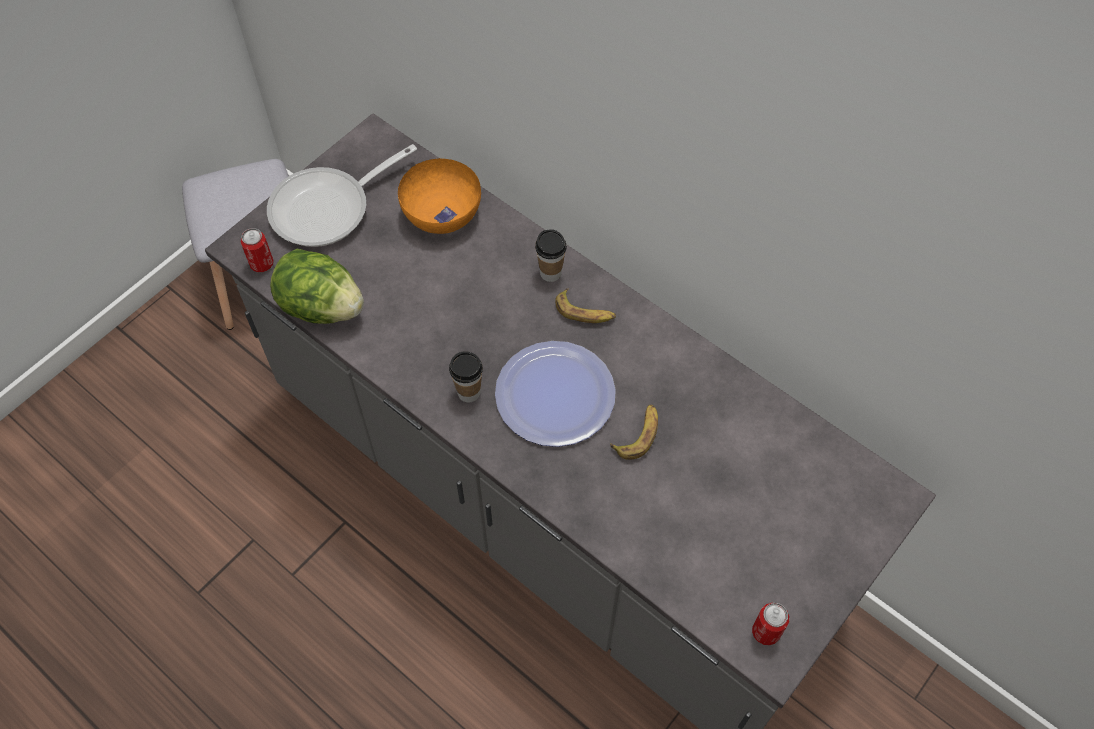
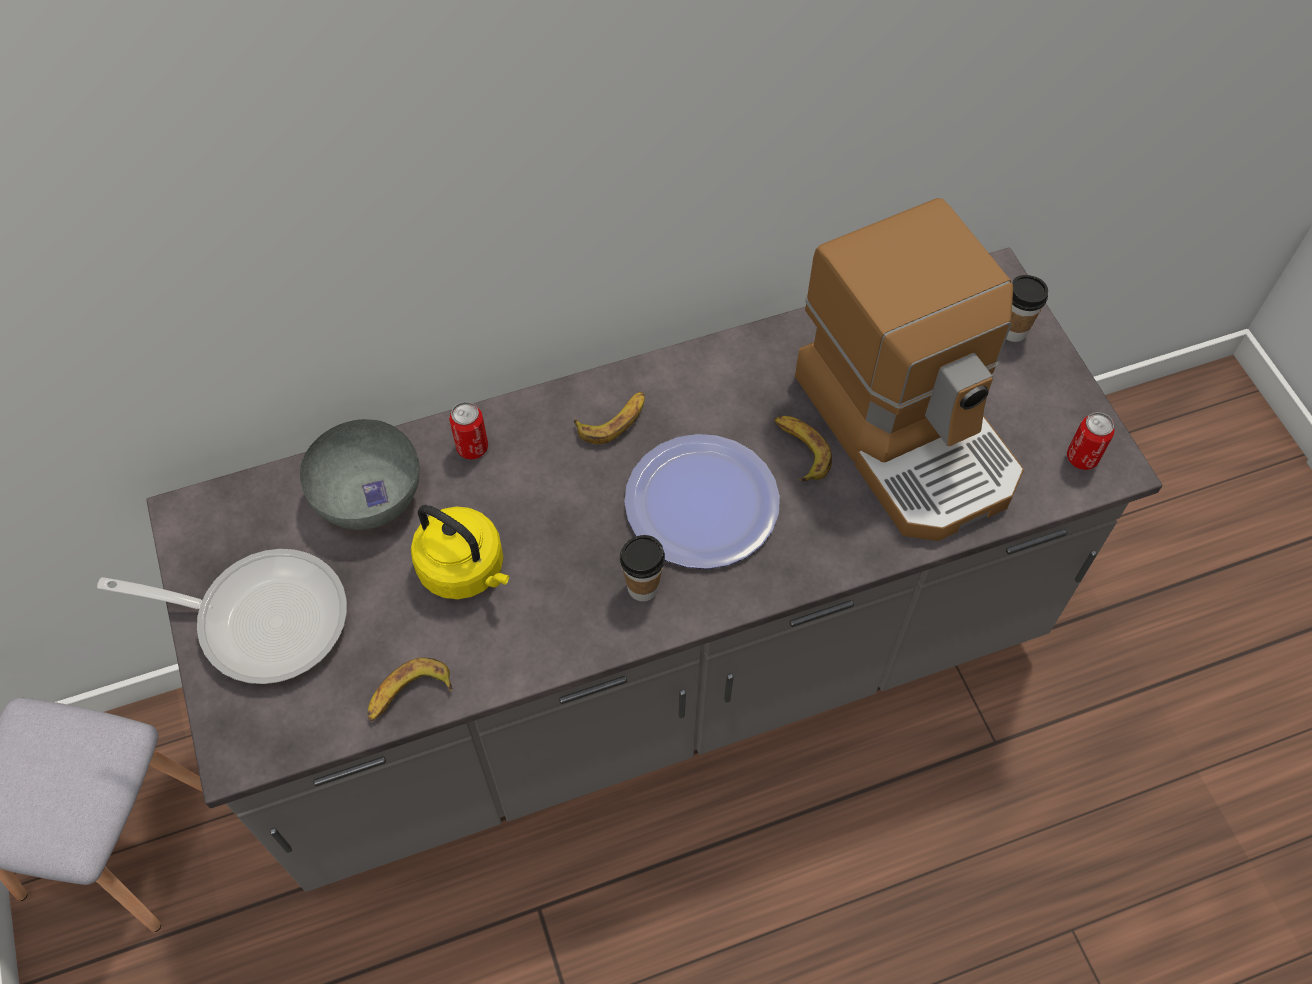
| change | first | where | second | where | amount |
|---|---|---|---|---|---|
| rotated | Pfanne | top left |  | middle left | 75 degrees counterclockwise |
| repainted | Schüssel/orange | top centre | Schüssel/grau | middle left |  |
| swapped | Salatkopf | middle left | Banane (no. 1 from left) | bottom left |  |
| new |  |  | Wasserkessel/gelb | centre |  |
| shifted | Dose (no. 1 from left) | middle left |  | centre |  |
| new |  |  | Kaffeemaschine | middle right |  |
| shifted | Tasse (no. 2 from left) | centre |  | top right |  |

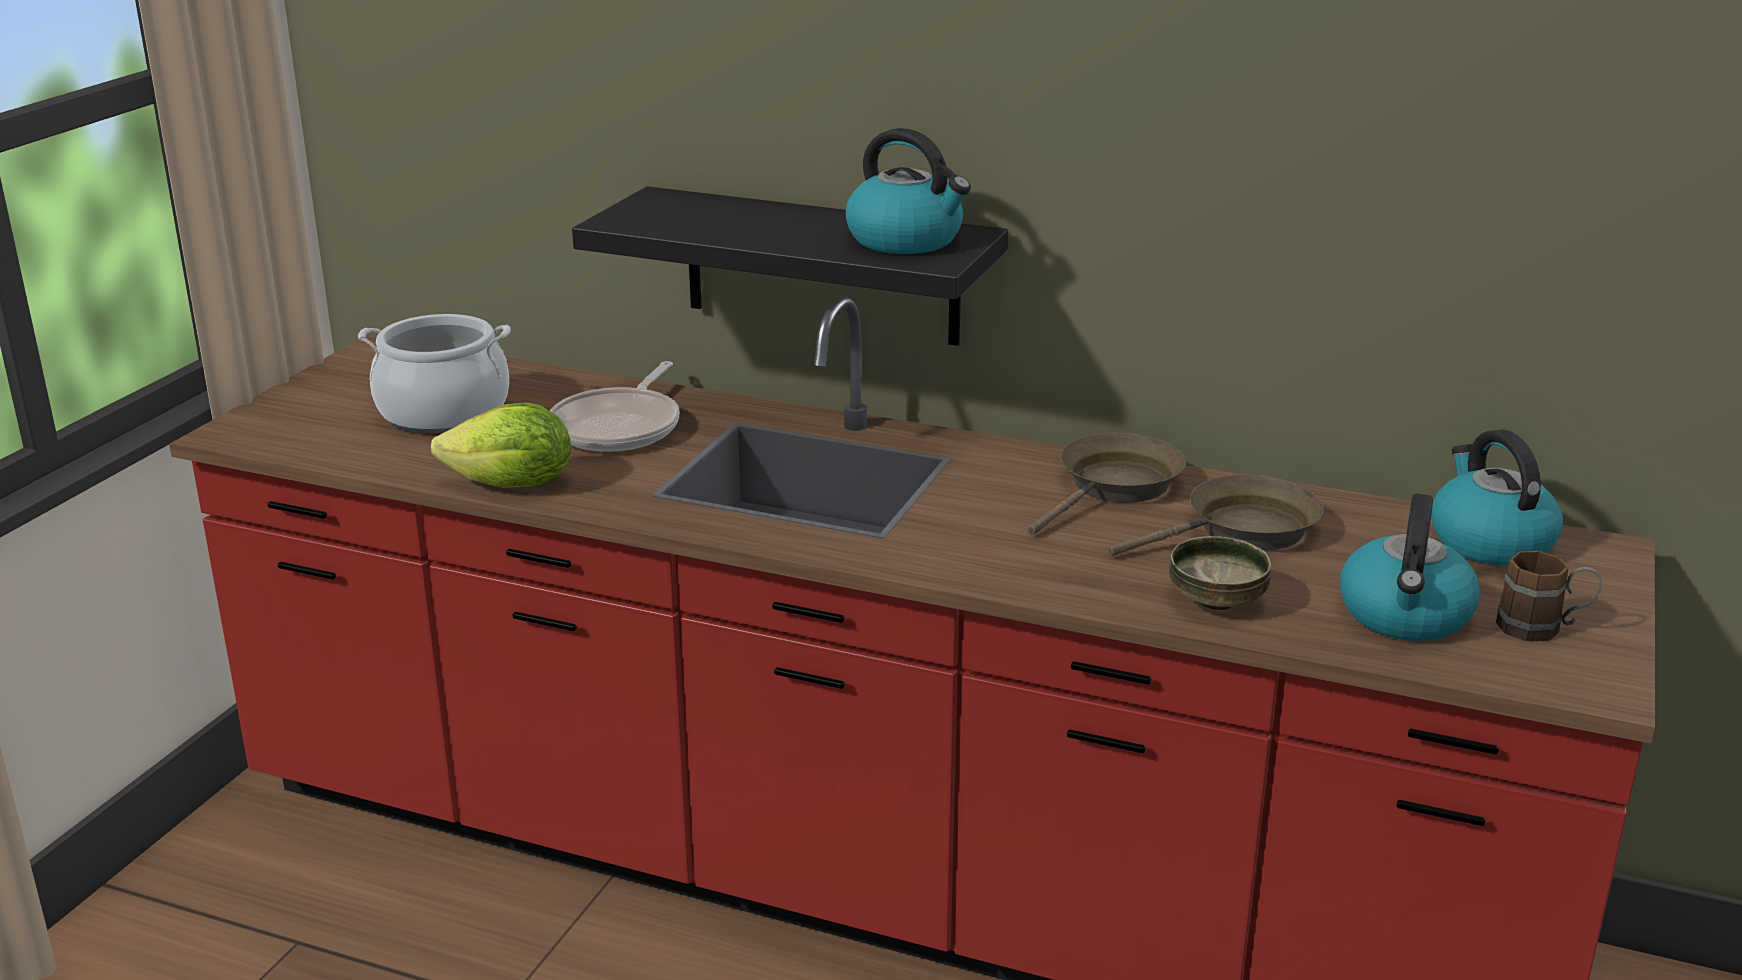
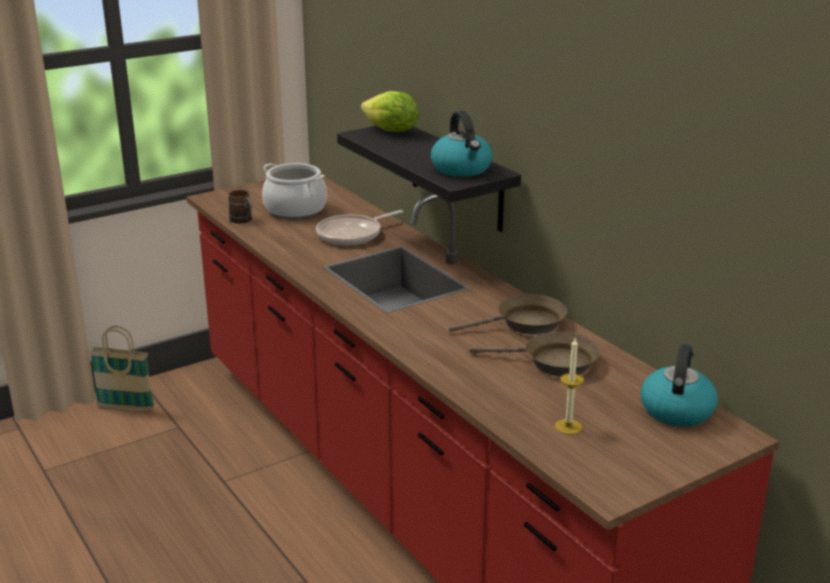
| change | first | where | second | where | amount |
|---|---|---|---|---|---|
| new |  |  | Korb | middle left |  |
| shifted | Henkelbecher/braun | middle right |  | middle left |  |
| shifted | Salatkopf | middle left |  | top centre |  |
| swapped | Wasserkessel (no. 2 from left) | middle right | Kerze | middle right |  |
| gone | Schüssel | middle right |  |  |  |

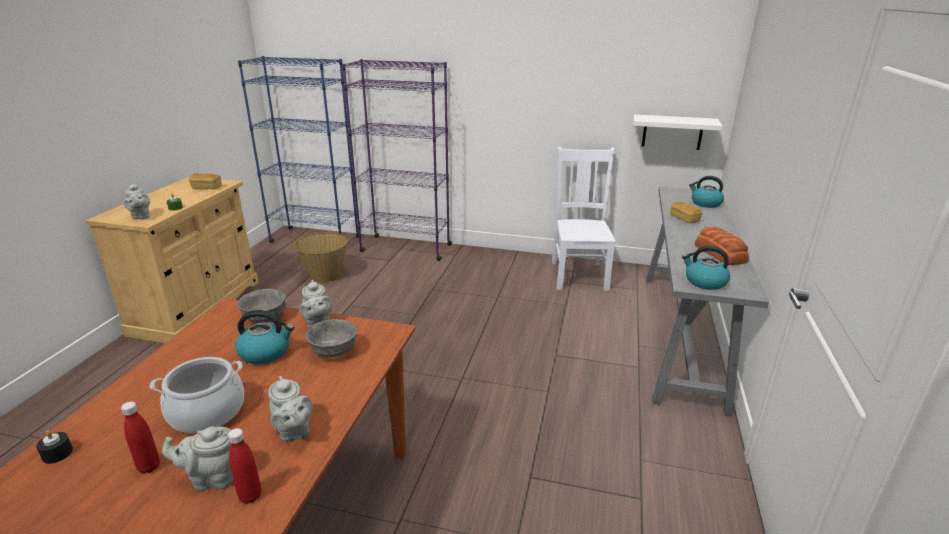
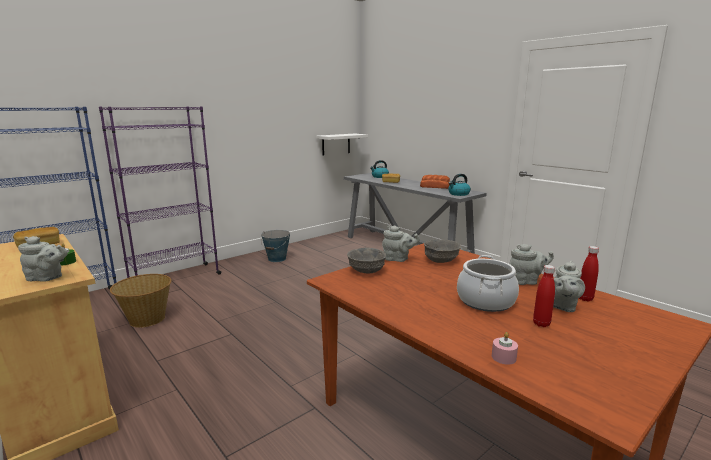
| change | first | where | second | where | amount |
|---|---|---|---|---|---|
| new |  |  | Eimer | centre |  |
| repainted | Kerze/schwarz | bottom left | Kerze/rosa | bottom right |  |
| gone | Wasserkessel (no. 1 from left) | middle left |  |  |  |
| gone | Stuhl/weiß | centre |  |  |  |

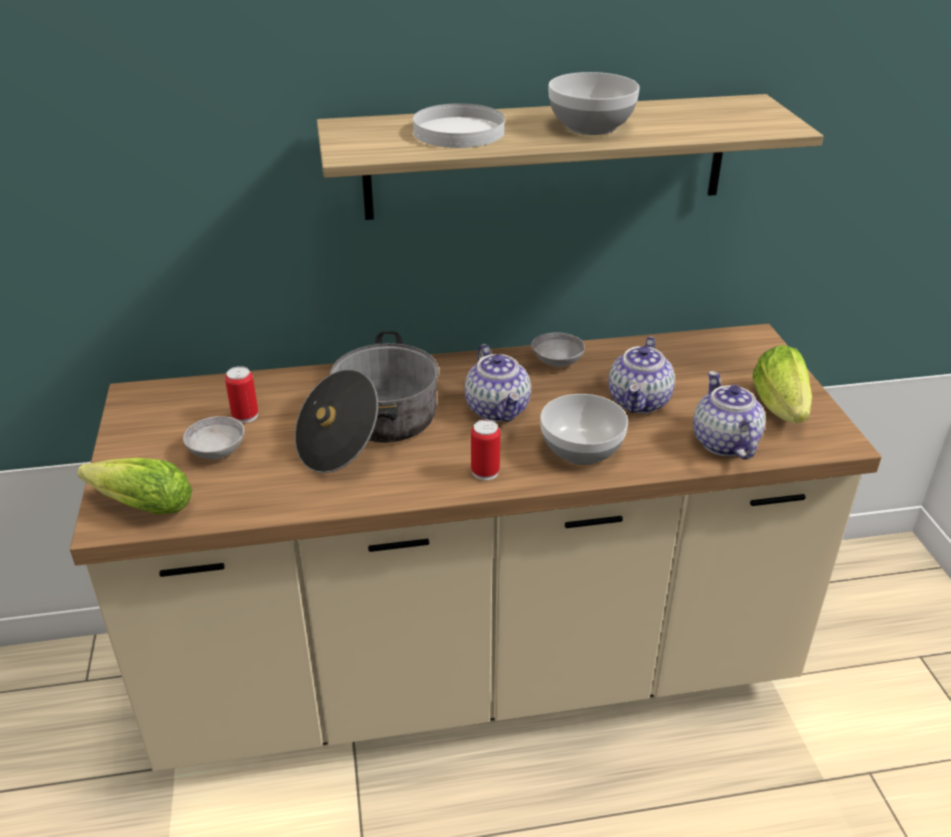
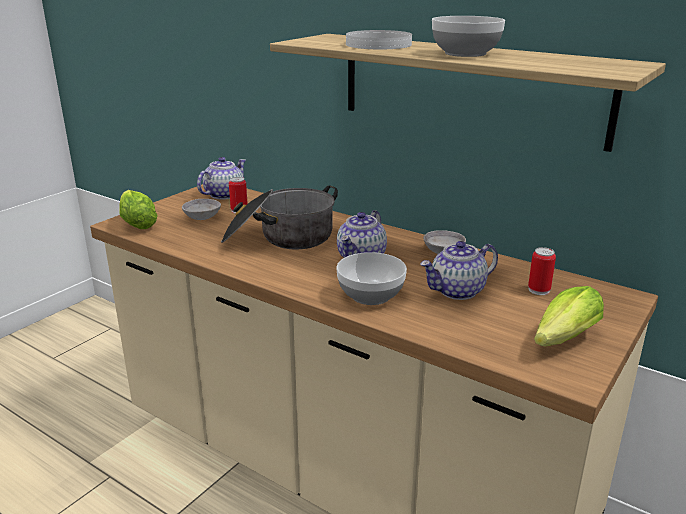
| change | first | where | second | where | amount |
|---|---|---|---|---|---|
| shifted | Teekanne (no. 3 from left in the first image) | middle right | Teekanne (no. 1 from left) | middle left |  |
| shifted | Dose (no. 2 from left) | centre |  | middle right |  |

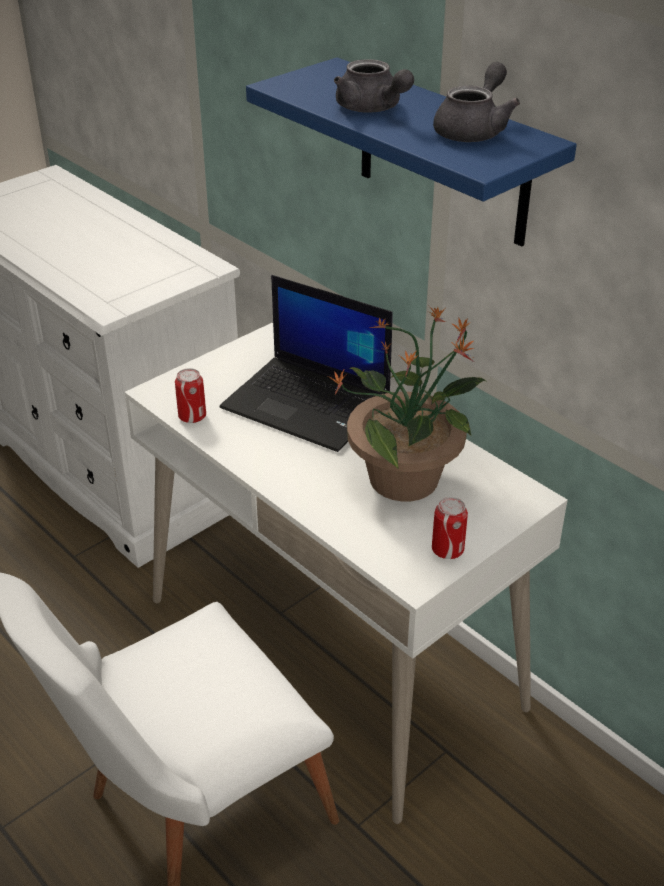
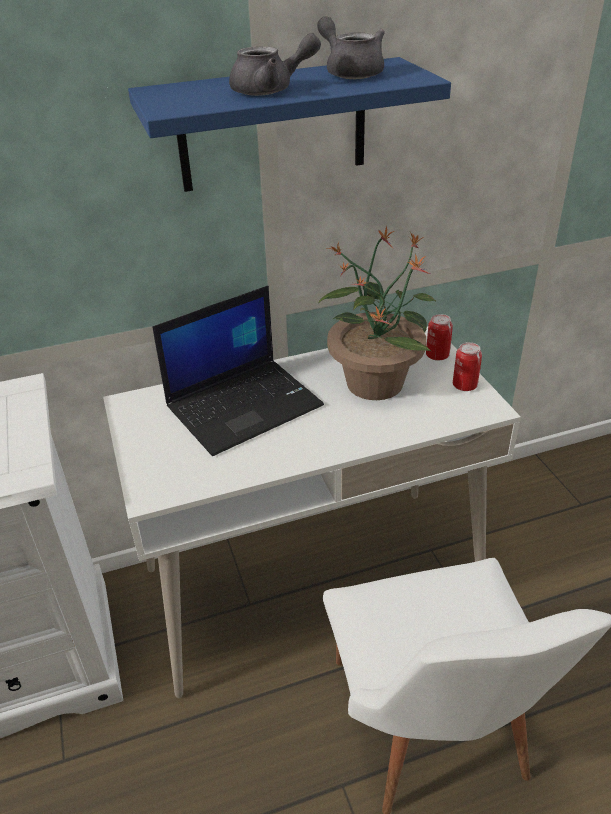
| change | first | where | second | where | amount |
|---|---|---|---|---|---|
| shifted | Dose (no. 1 from left) | middle left |  | middle right |  |

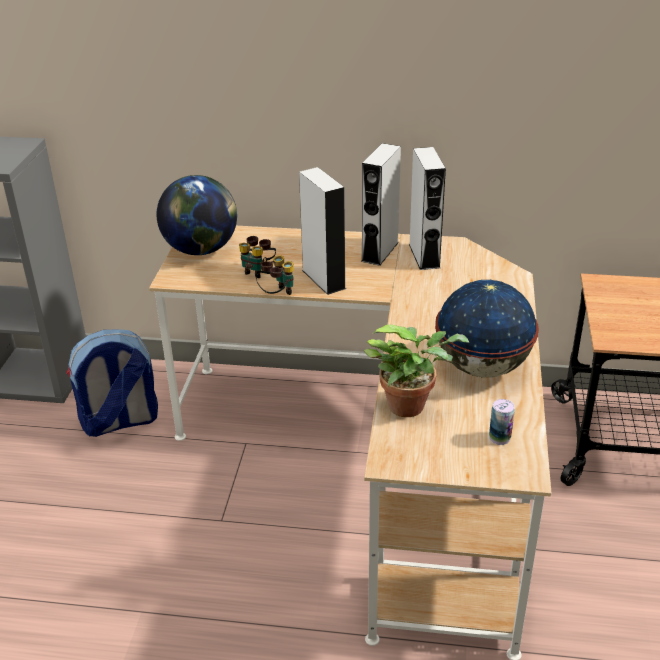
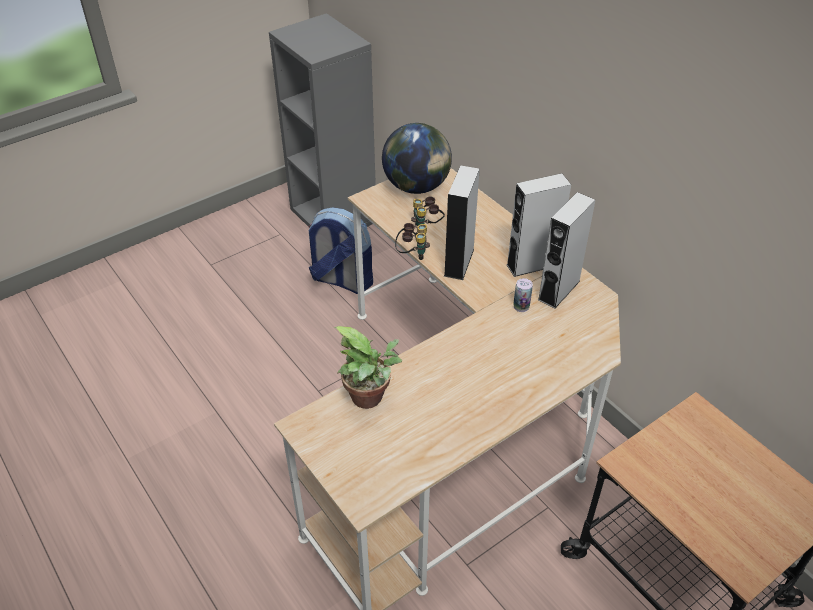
| change | first | where | second | where | amount |
|---|---|---|---|---|---|
| shifted | Dose | middle right |  | centre |  |
| gone | Globus (no. 2 from left) | middle right |  |  |  |

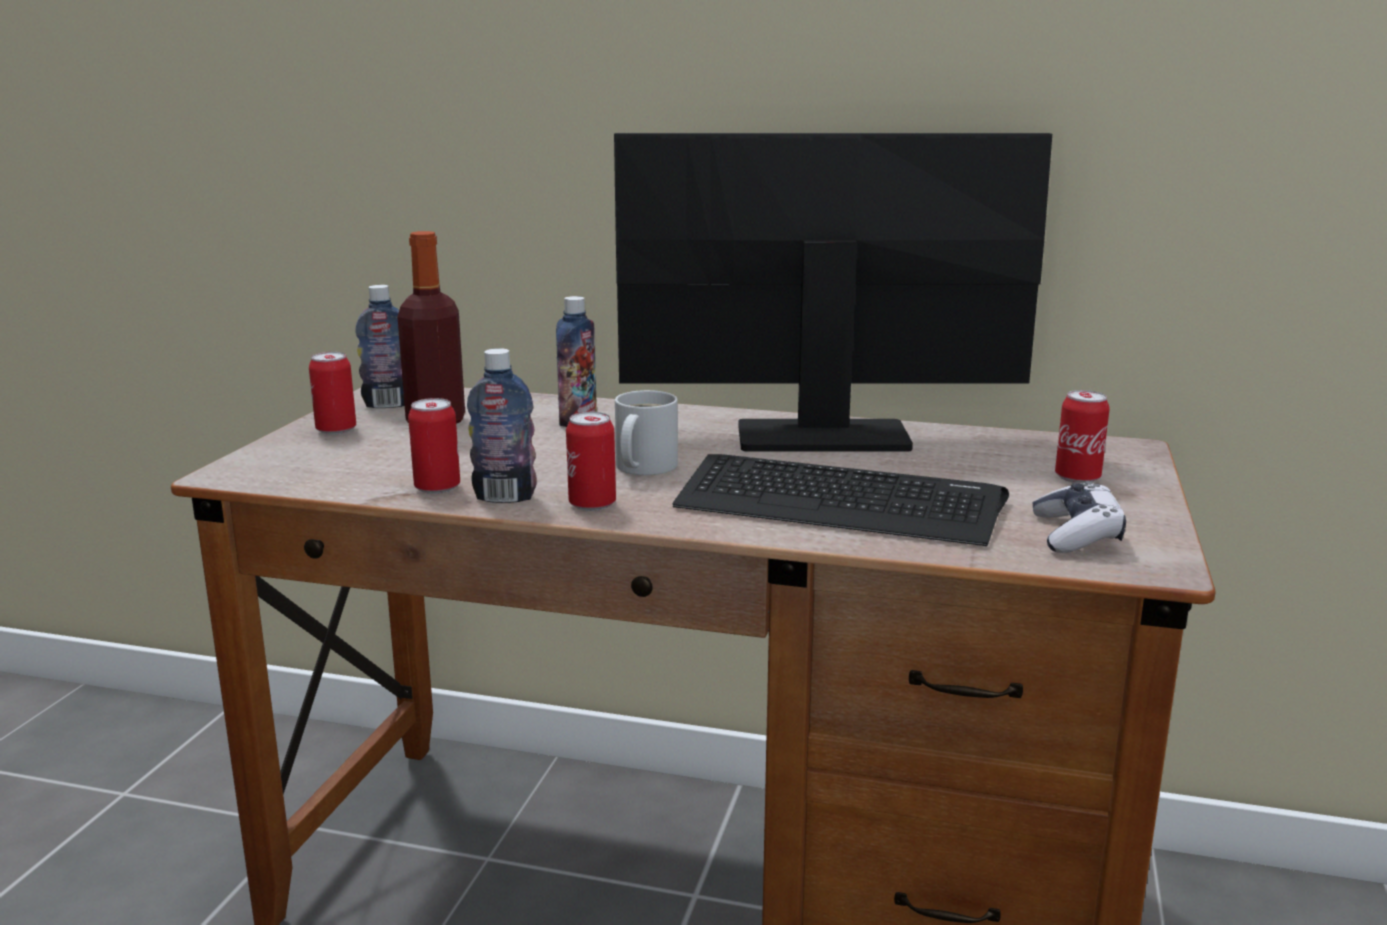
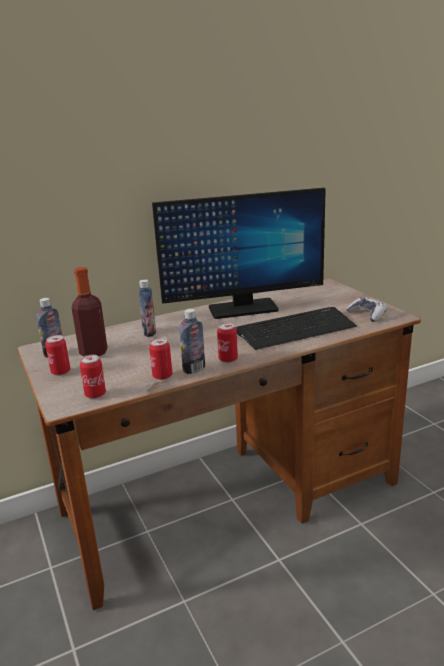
| change | first | where | second | where | amount |
|---|---|---|---|---|---|
| shifted | Dose (no. 4 from left in the first image) | middle right | Dose (no. 2 from left) | middle left |  |
| rotated | Monitor | top centre |  | centre | 150 degrees counterclockwise |
| gone | Henkelbecher/weiß | centre |  |  |  |

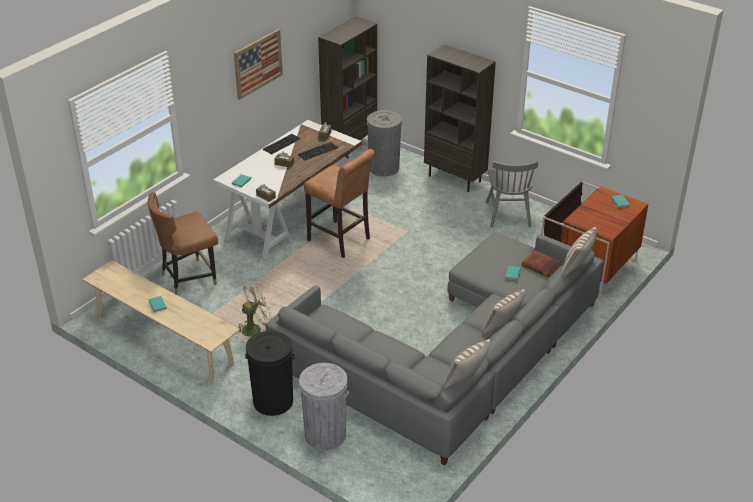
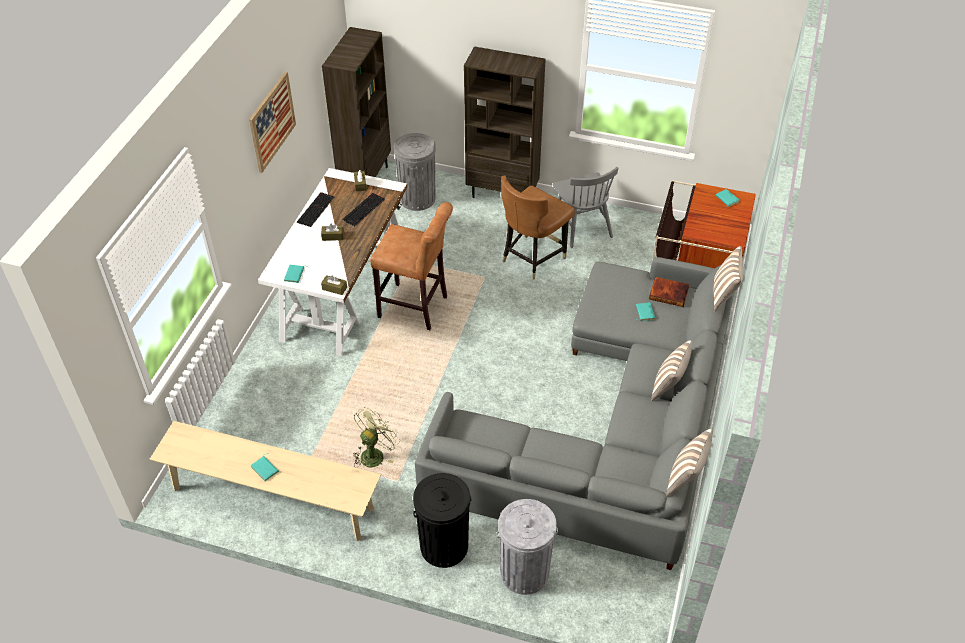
| change | first | where | second | where | amount |
|---|---|---|---|---|---|
| shifted | Stuhl/braun | middle left |  | centre |  |

